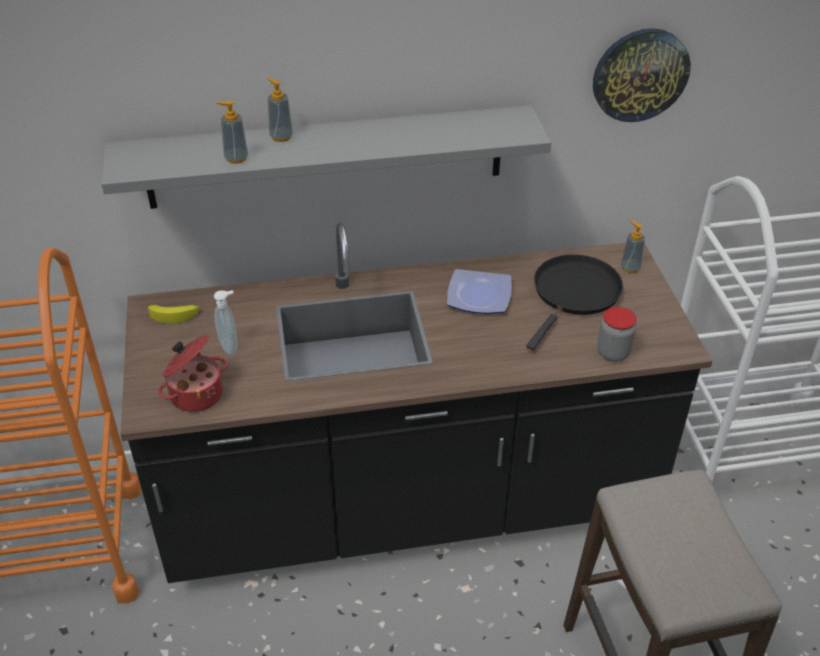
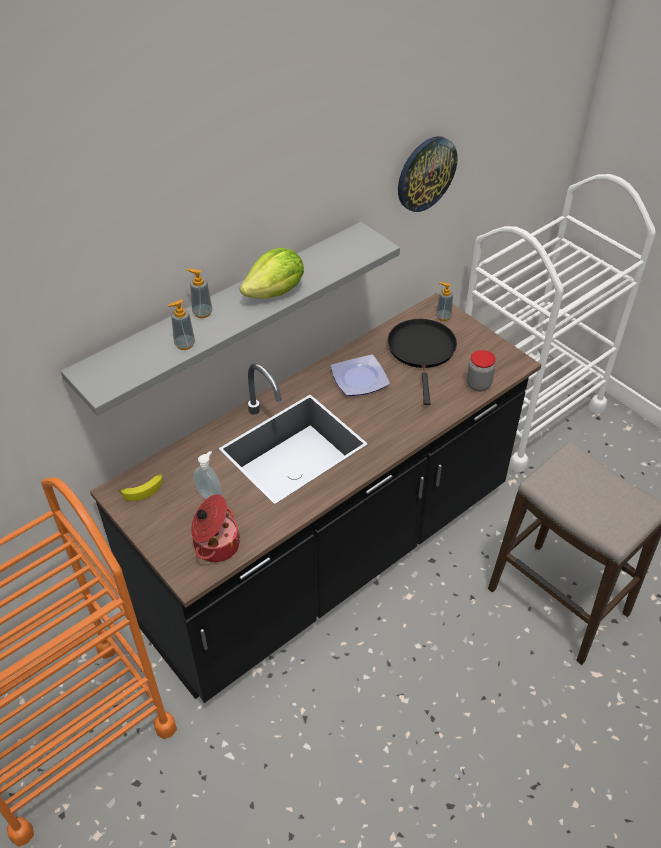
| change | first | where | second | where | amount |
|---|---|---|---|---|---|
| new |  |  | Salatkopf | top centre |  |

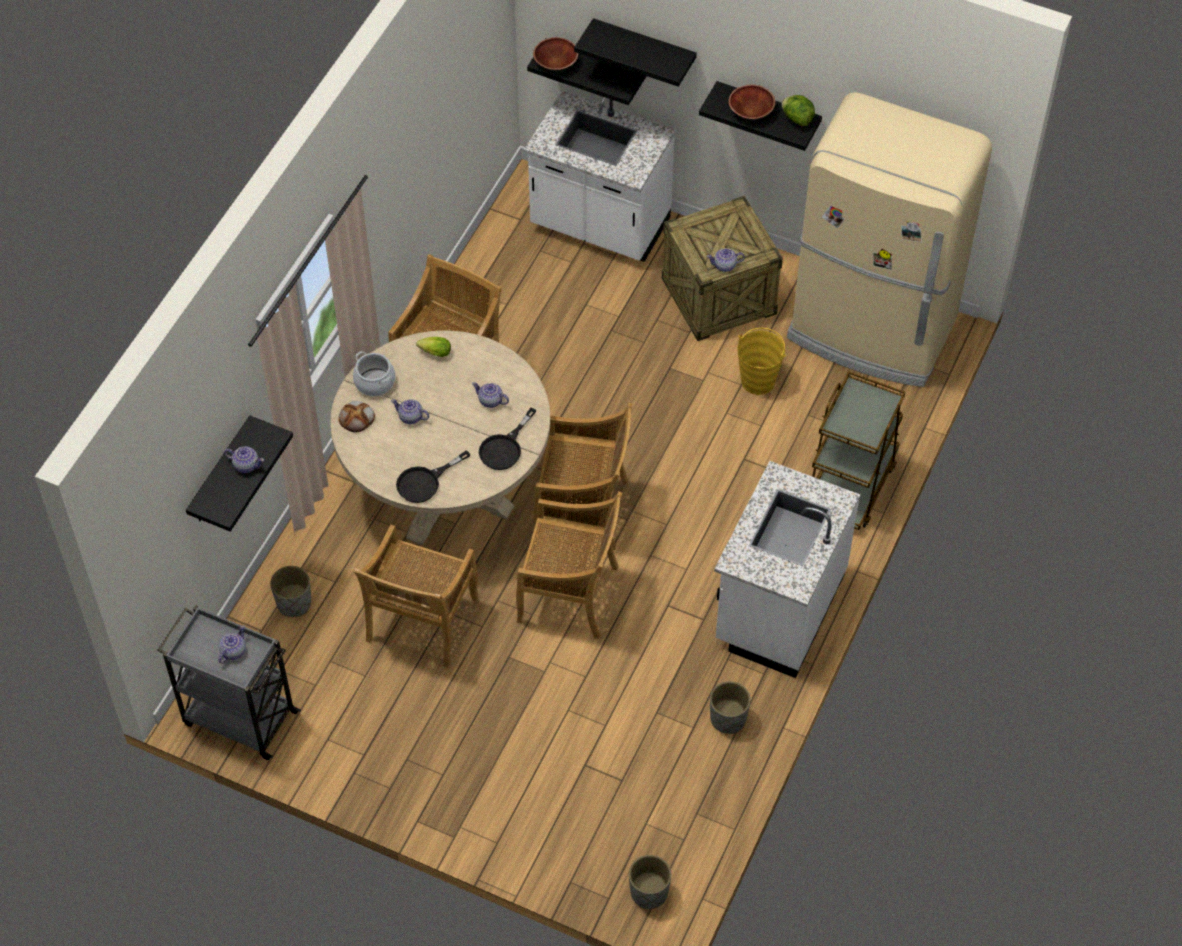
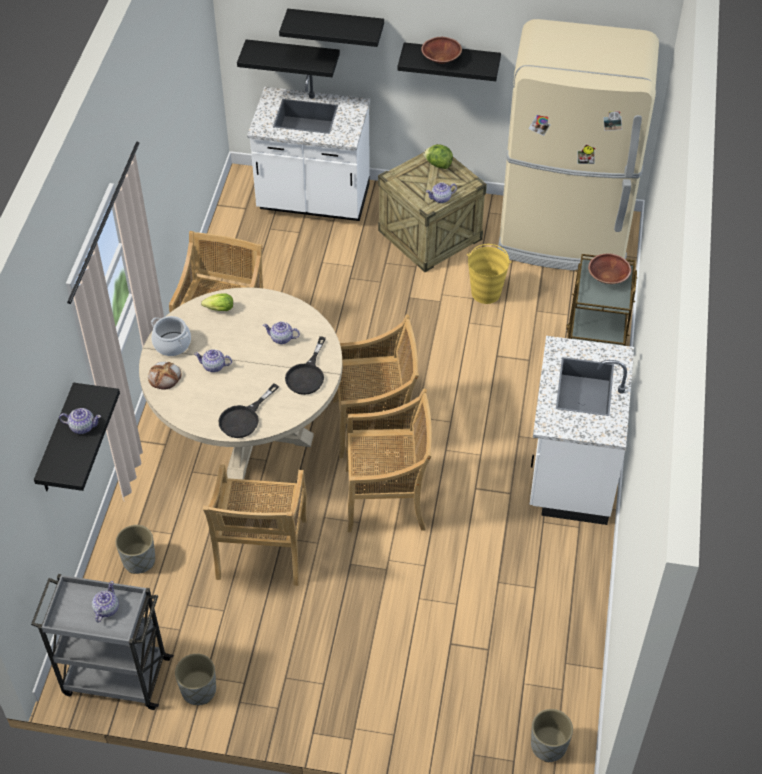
| change | first | where | second | where | amount |
|---|---|---|---|---|---|
| shifted | Pflanzkübel/grau (no. 3 from left in the first image) | bottom centre | Pflanzkübel/grau (no. 2 from left) | bottom left |  |
| shifted | Salatkopf (no. 2 from left) | top right |  | top centre |  |
| shifted | Schüssel/braun (no. 1 from left in the first image) | top centre | Schüssel/braun (no. 2 from left) | middle right |  |

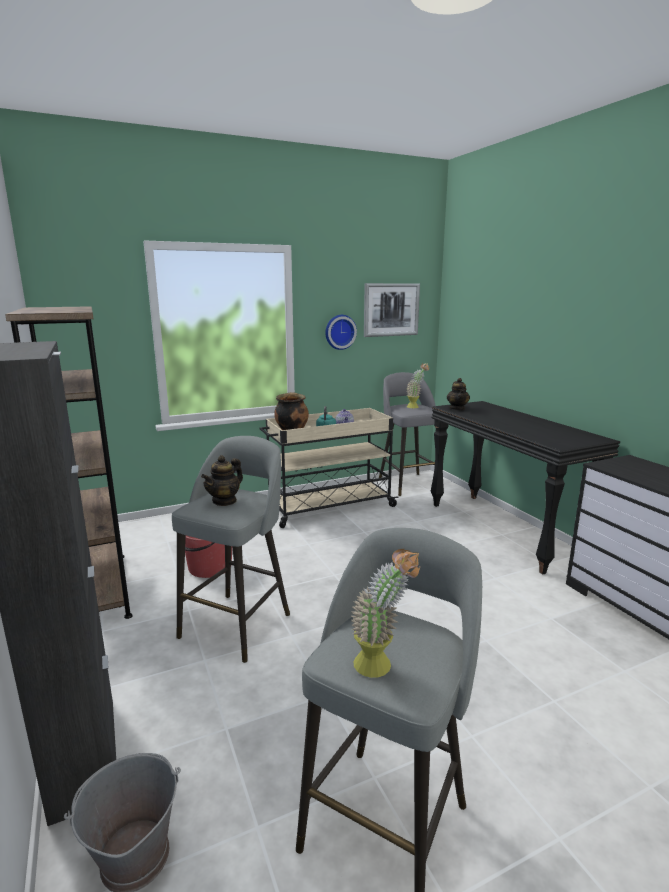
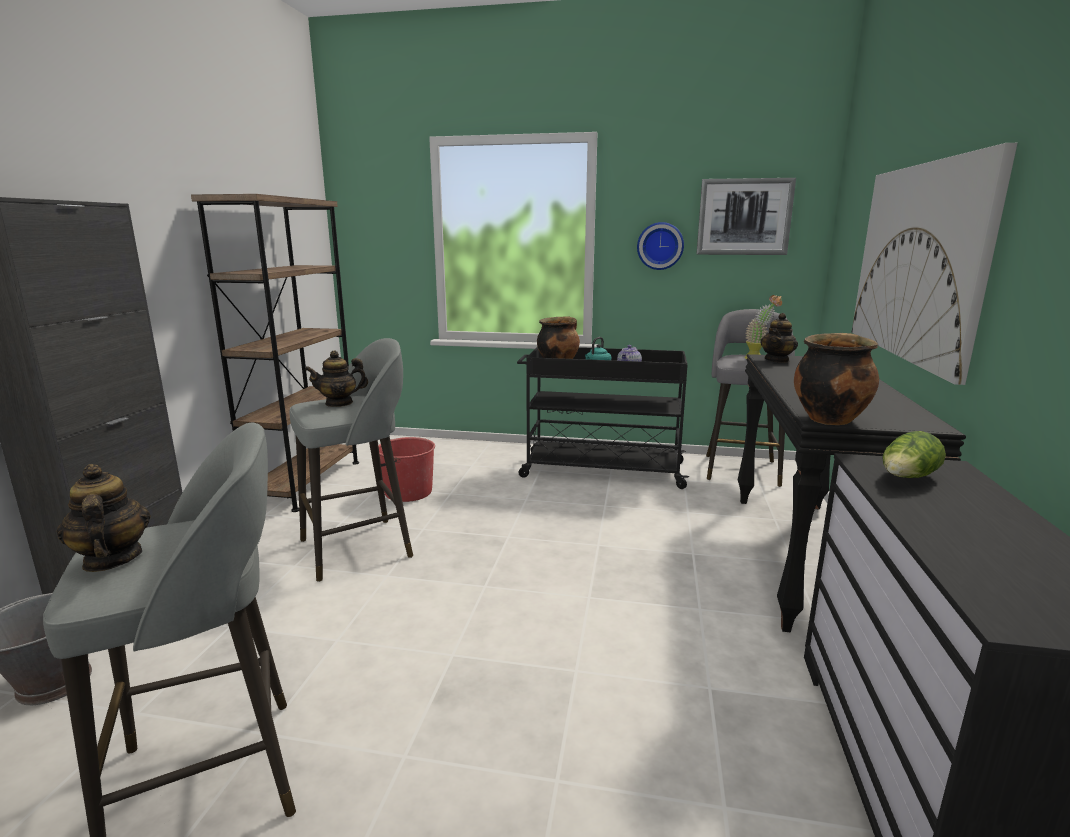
| change | first | where | second | where | amount |
|---|---|---|---|---|---|
| swapped | Topfpflanze (no. 1 from left) | bottom centre | Teekanne (no. 1 from left) | middle left |  |
| repainted | Rollwagen/beige | centre | Rollwagen/schwarz | centre |  |
| new |  |  | Kochtopf (no. 2 from left) | middle right |  |
| new |  |  | Bild (no. 2 from left) | top right |  |
| new |  |  | Salatkopf | middle right |  |

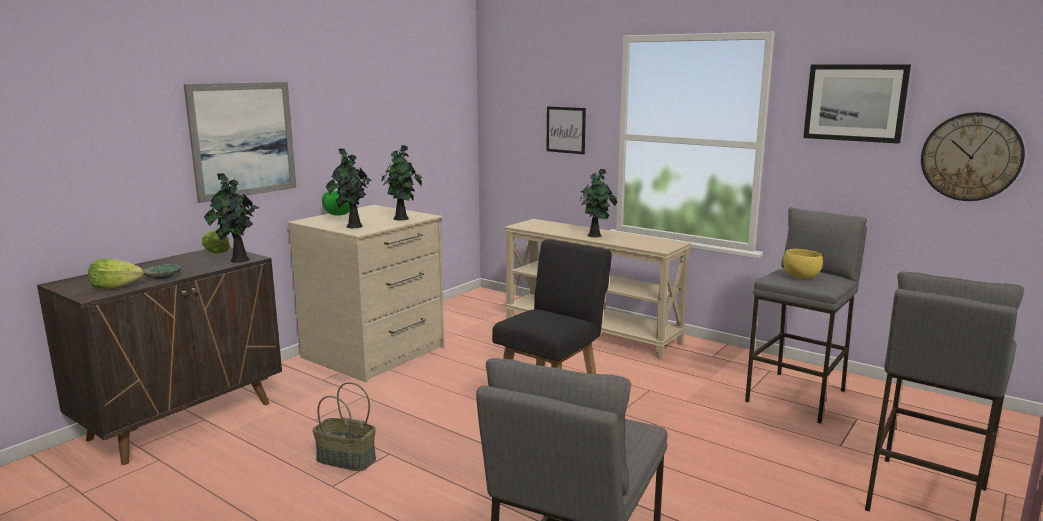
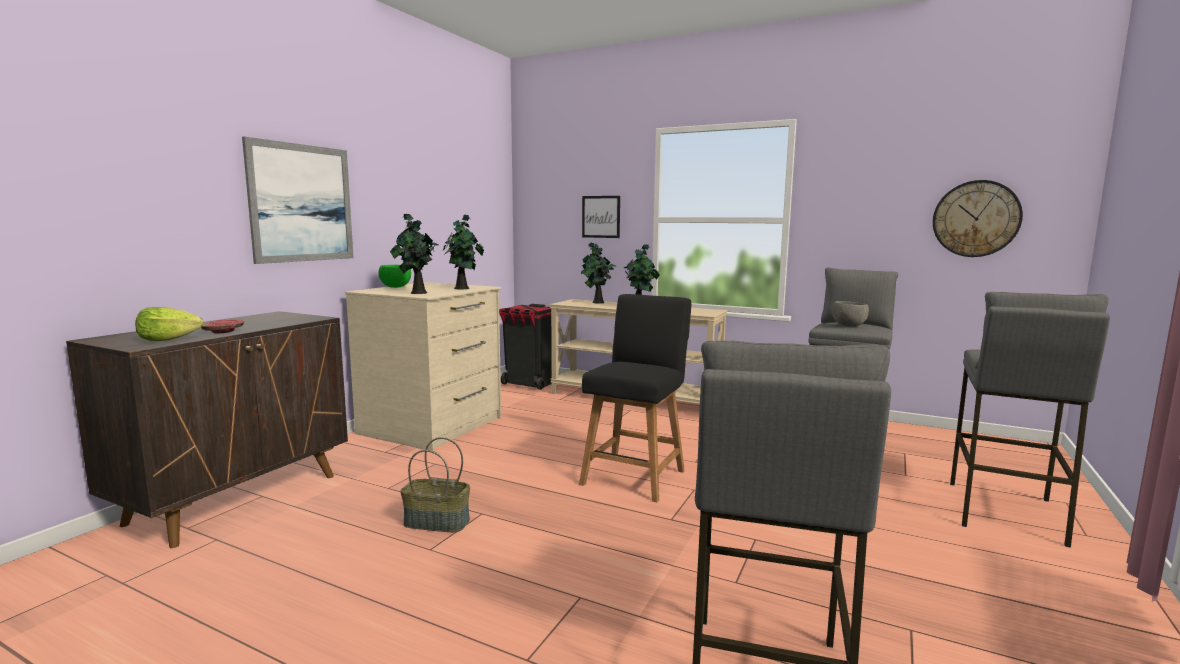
| change | first | where | second | where | amount |
|---|---|---|---|---|---|
| repainted | Teller/grün | middle left | Teller/rot | middle left |  |
| new |  |  | Mülleimer/schwarz | centre |  |
| shifted | Topfpflanze (no. 1 from left in the first image) | middle left | Topfpflanze (no. 3 from left) | centre |  |
| repainted | Schüssel/gelb | middle right | Schüssel/grau | middle right |  |
| gone | Salatkopf (no. 2 from left) | middle left |  |  |  |
| gone | Bild (no. 3 from left) | top right |  |  |  |

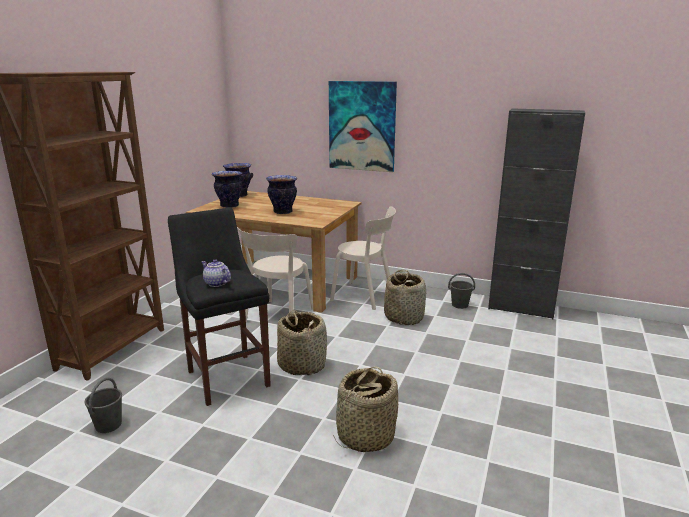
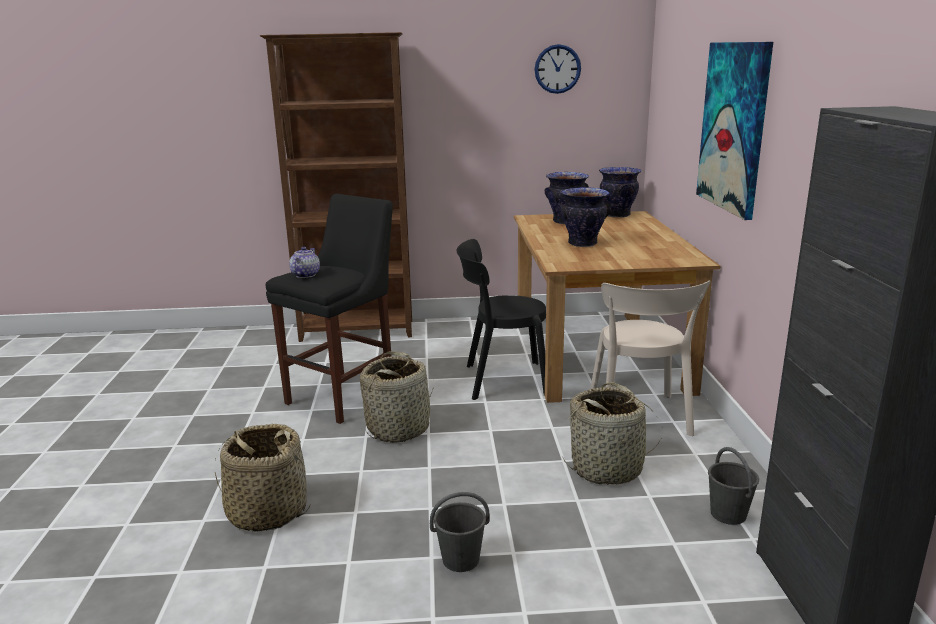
| change | first | where | second | where | amount |
|---|---|---|---|---|---|
| shifted | Eimer/grau (no. 1 from left) | bottom left |  | bottom centre |  |
| repainted | Stuhl/beige (no. 1 from left) | centre | Stuhl/schwarz | centre |  |
| new |  |  | Wanduhr | top centre |  |

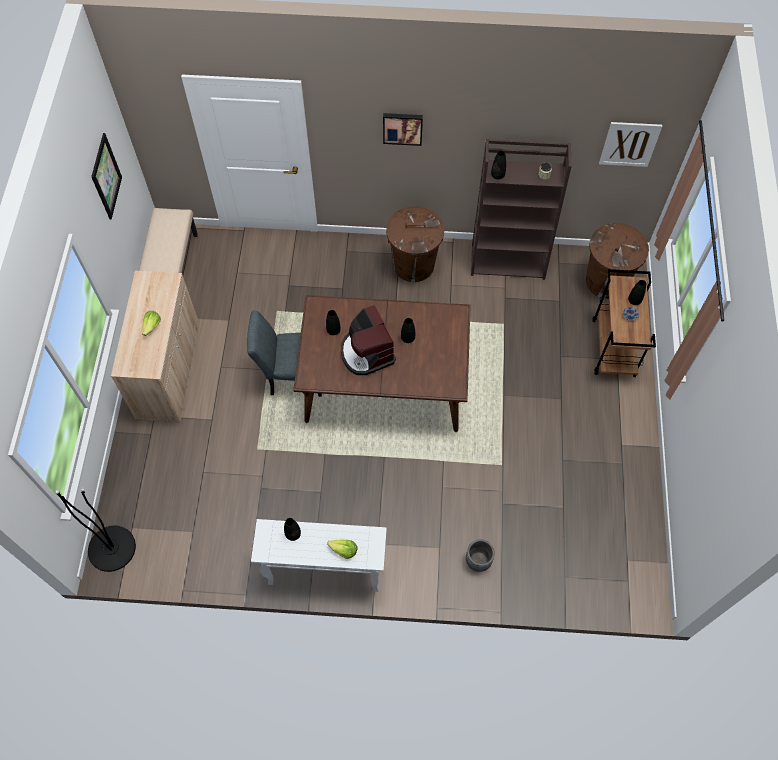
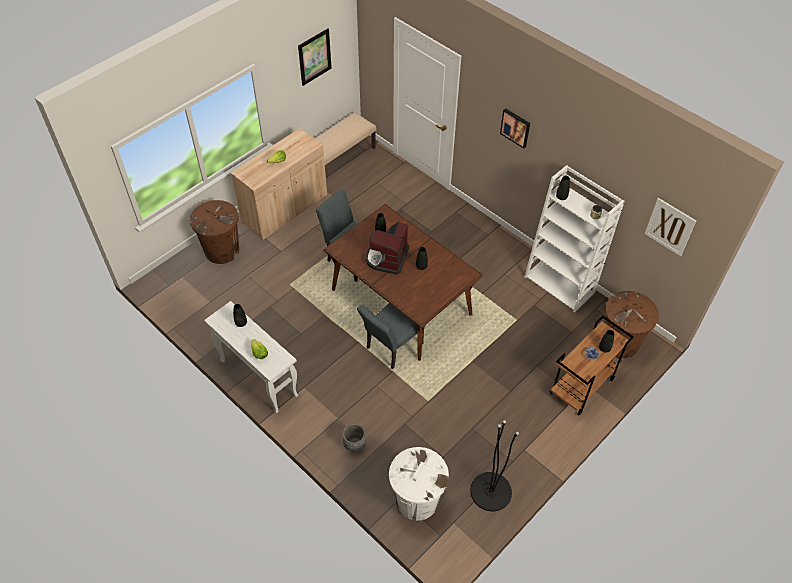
| change | first | where | second | where | amount |
|---|---|---|---|---|---|
| shifted | Mülleimer/braun (no. 1 from left) | top centre |  | middle left |  |
| new |  |  | Stuhl/grau (no. 2 from left) | centre |  |
| new |  |  | Mülleimer/weiß | bottom centre |  |
| shifted | Stehlampe/schwarz | bottom left |  | bottom centre |  |
| repainted | Bücherregal/braun | top right | Bücherregal/weiß | middle right |  |

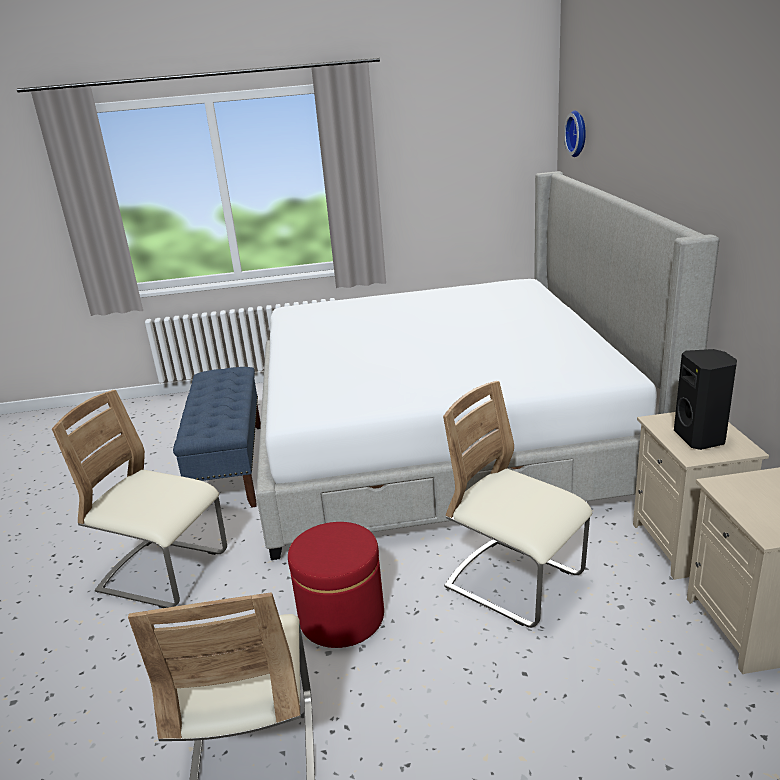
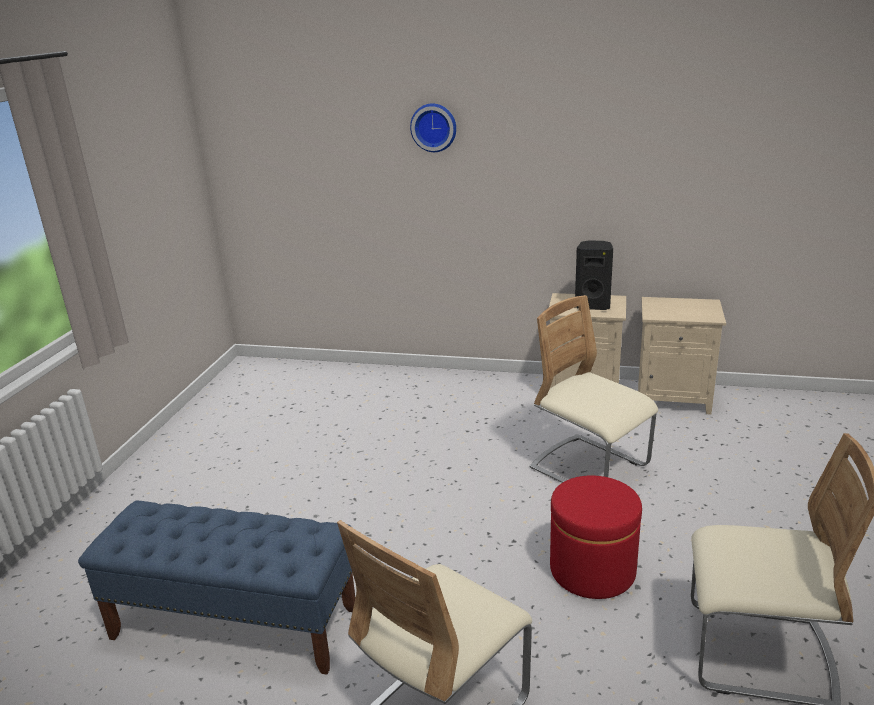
| change | first | where | second | where | amount |
|---|---|---|---|---|---|
| shifted | Wanduhr | top right |  | top centre |  |
| rotated | Stuhl/beige (no. 3 from left in the first image) | centre | Stuhl/beige (no. 2 from left) | middle right | 75 degrees clockwise |
| gone | Bett | centre |  |  |  |

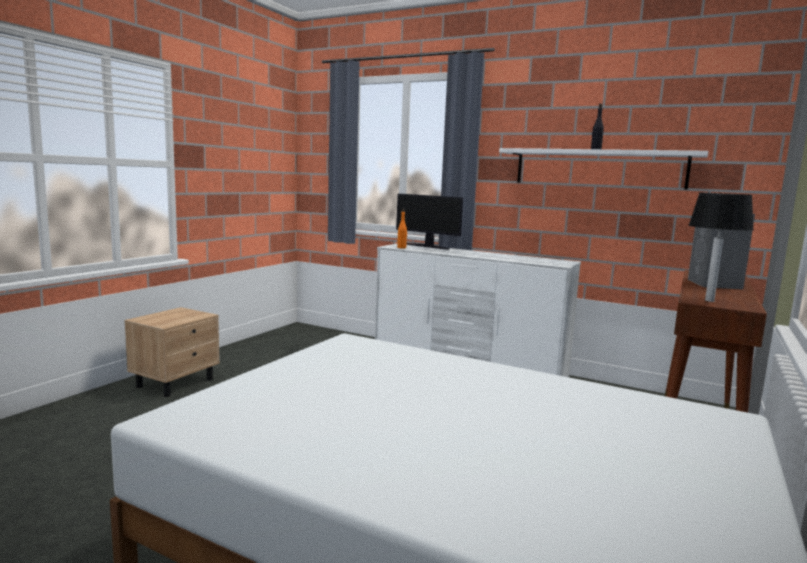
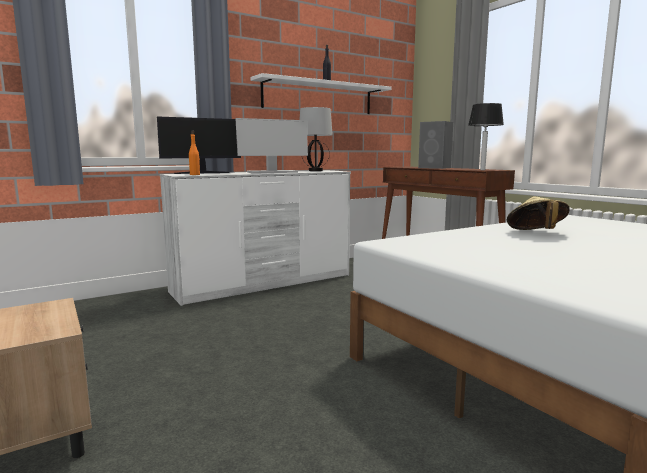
| change | first | where | second | where | amount |
|---|---|---|---|---|---|
| new |  |  | Monitor (no. 2 from left) | top centre |  |
| new |  |  | Tischlampe (no. 1 from left) | top centre |  |
| new |  |  | Hut/beige | middle right |  |

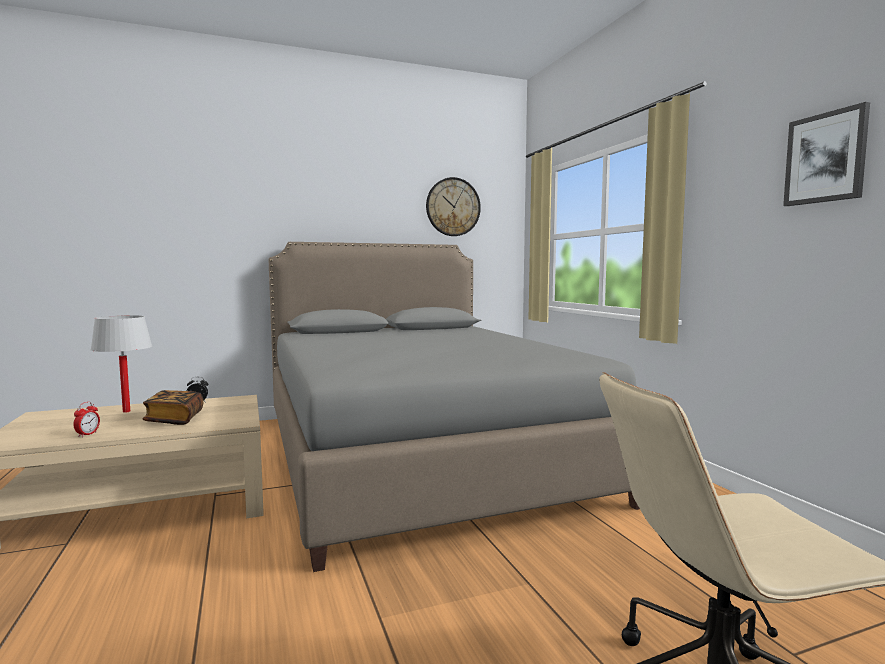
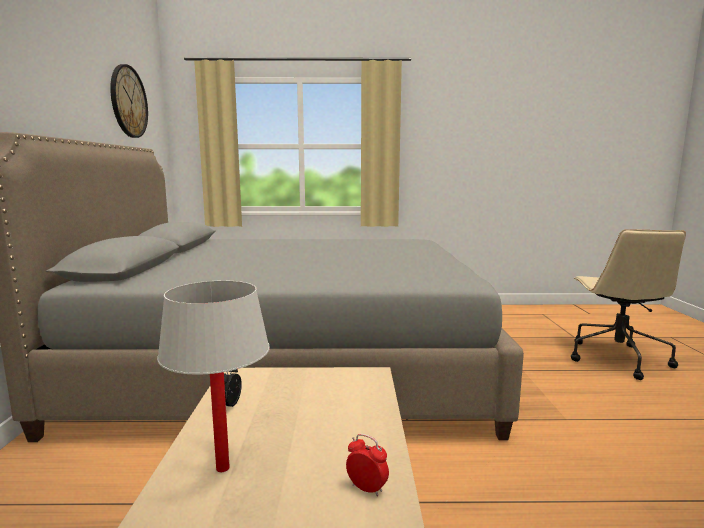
| change | first | where | second | where | amount |
|---|---|---|---|---|---|
| gone | Buch | middle left |  |  |  |
| gone | Bild | top right |  |  |  |

